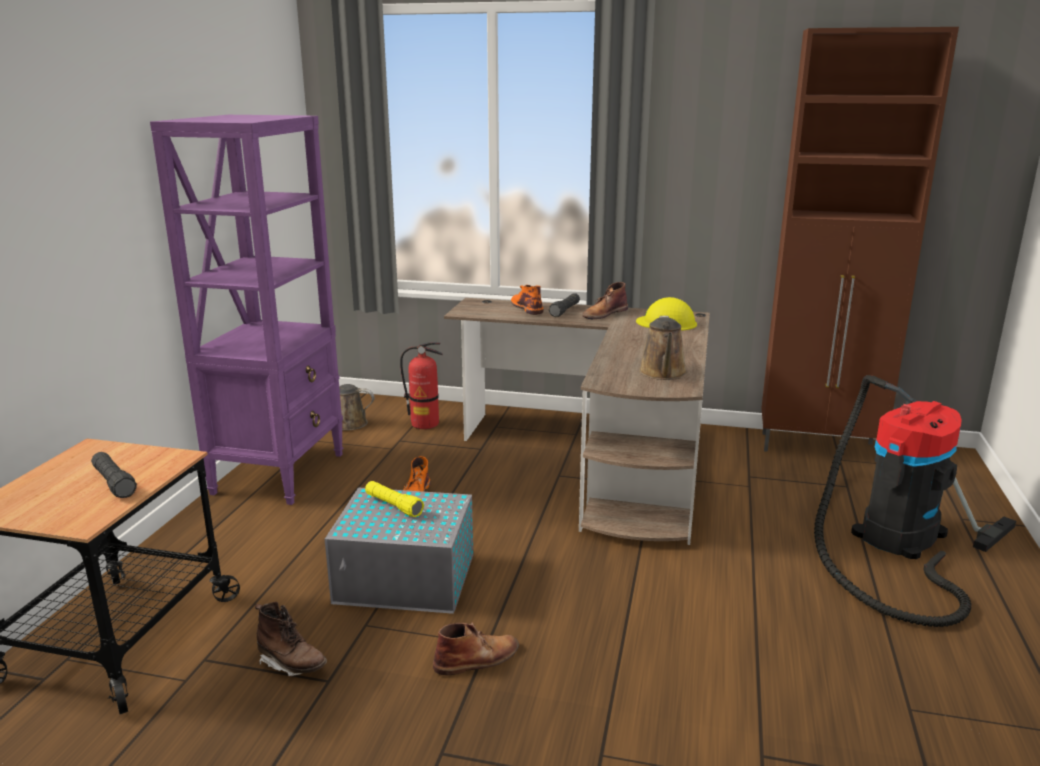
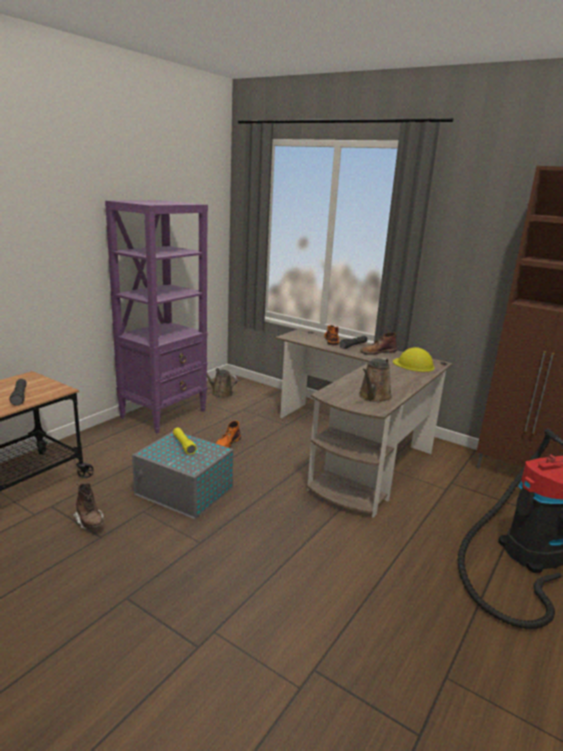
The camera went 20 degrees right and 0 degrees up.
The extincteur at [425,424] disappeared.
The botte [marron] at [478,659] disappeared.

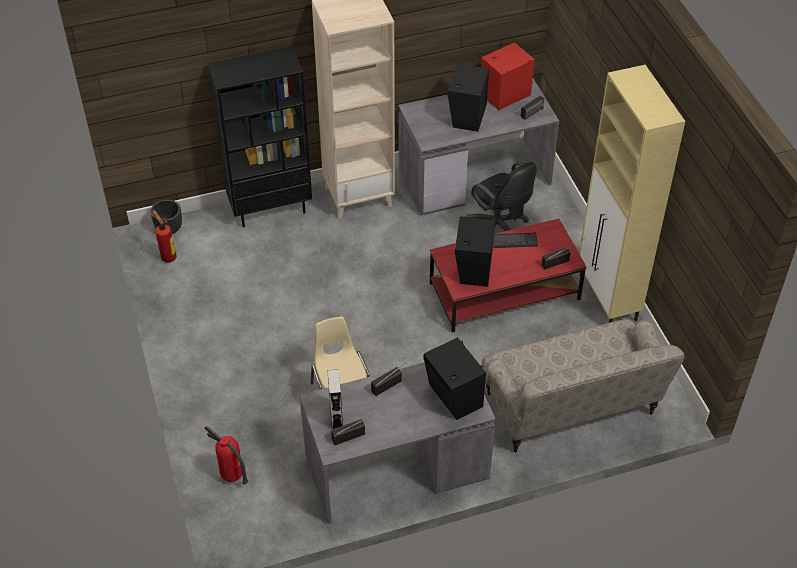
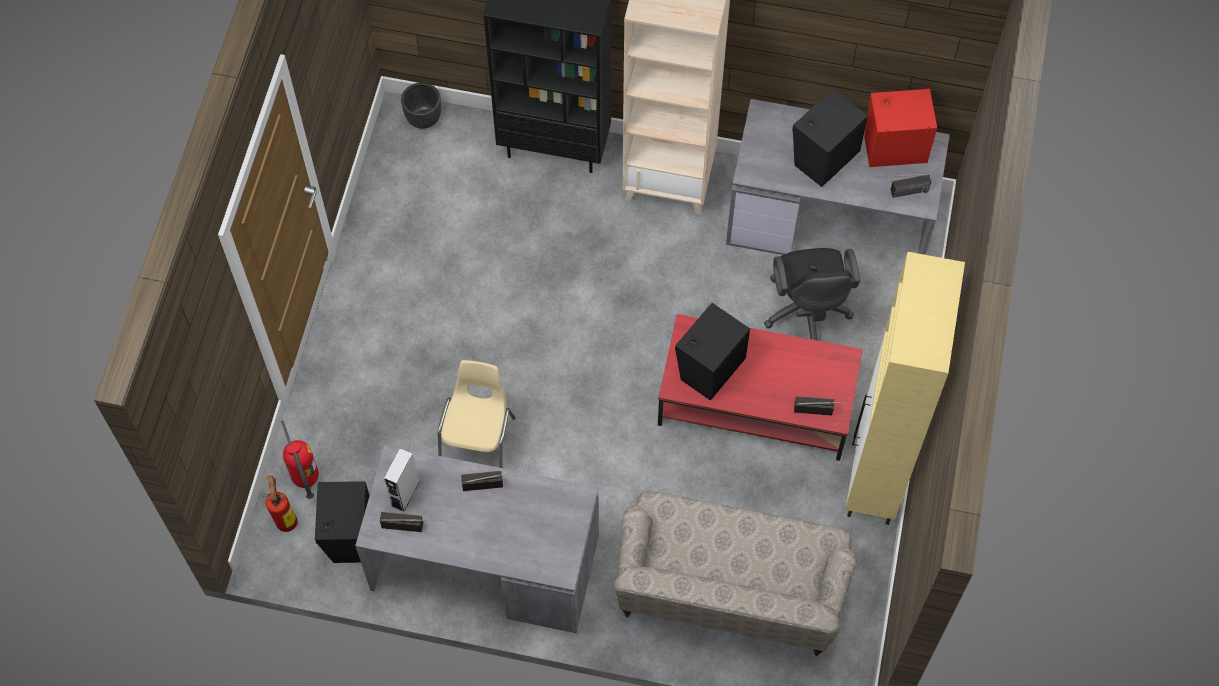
The camera went 30 degrees right and 15 degrees up.
The clavier at [514,241] disappeared.
The extincteur moved from [167,256] to [286,519].
The enceinte [noir] moved from [454,397] to [349,535].

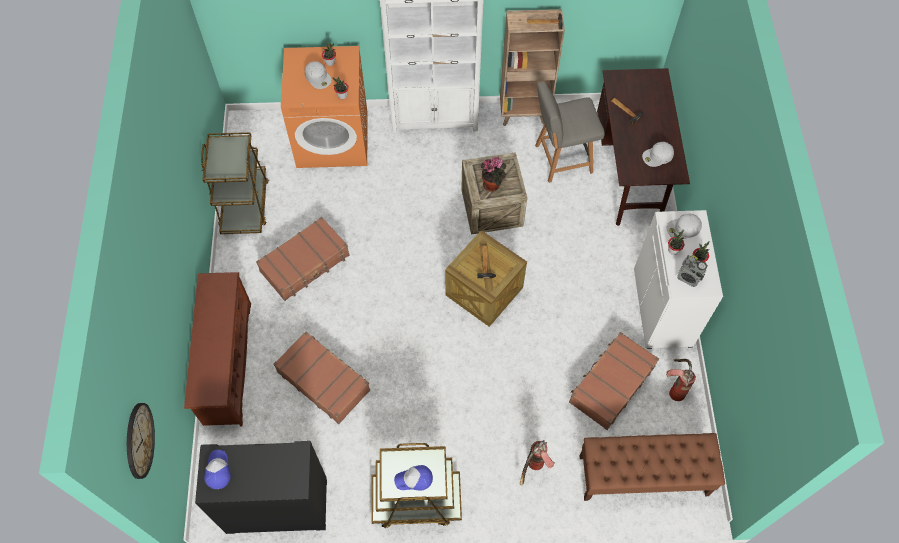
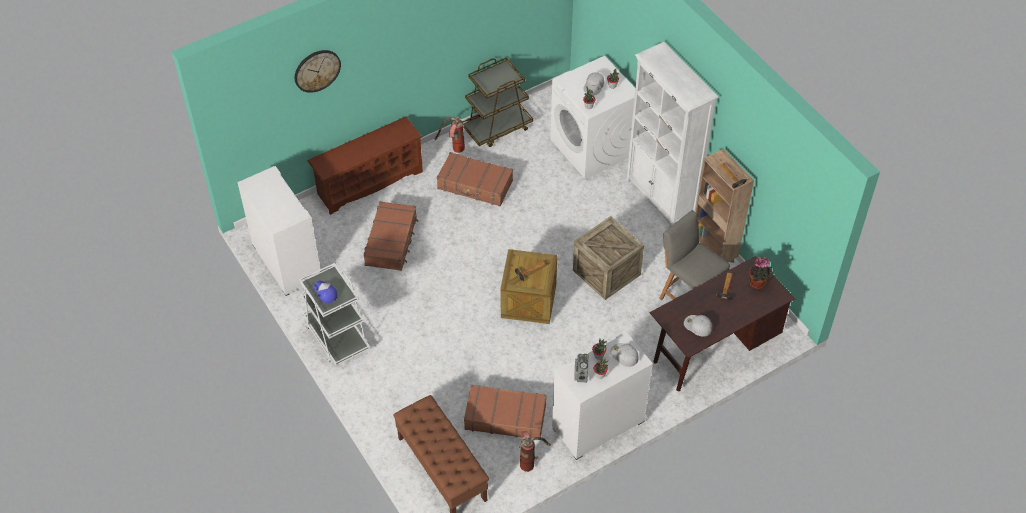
The camera went 60 degrees right and 10 degrees down.
The casquette at [218,470] disappeared.
The horloge murale moved from [139,440] to [317,70].
The plante en pot moved from [493,184] to [758,284].
The extincteur moved from [533,468] to [453,148].
The meuble de rangement [noir] at [276,506] became the meuble de rangement [blanc] at [285,261].
The lave-linge [orange] at [333,139] became the lave-linge [blanc] at [592,148].
The chariot [marron] at [416,500] became the chariot [blanc] at [337,336].

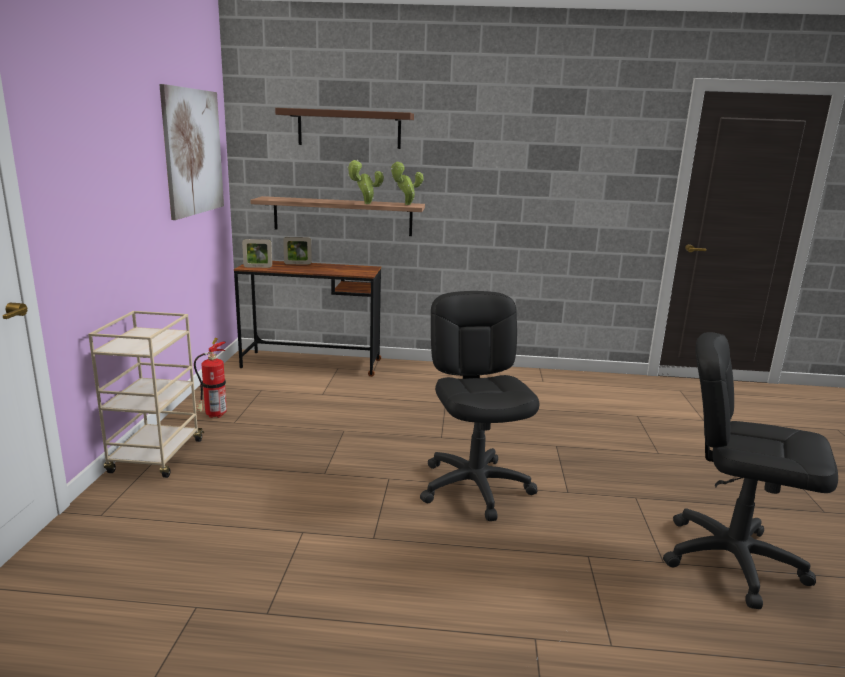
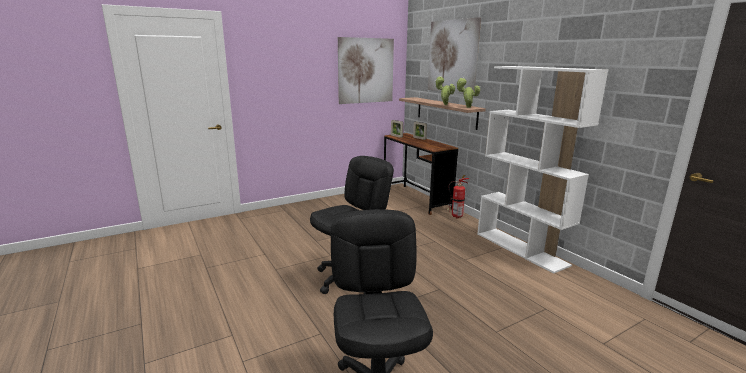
The camera went 55 degrees right and 0 degrees up.
The chariot [beige] at [156,457] disappeared.
The bibliothèque [blanc] at [521,249] appeared.
The extincteur moved from [213,416] to [455,217].
The étagère [marron] at [349,129] was replaced by the tableau at [452,57].

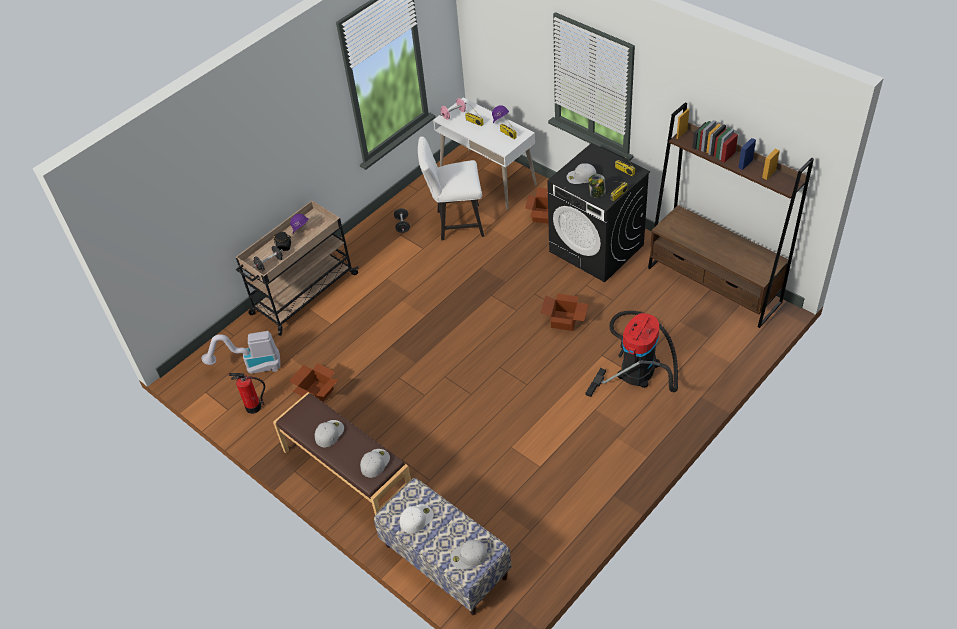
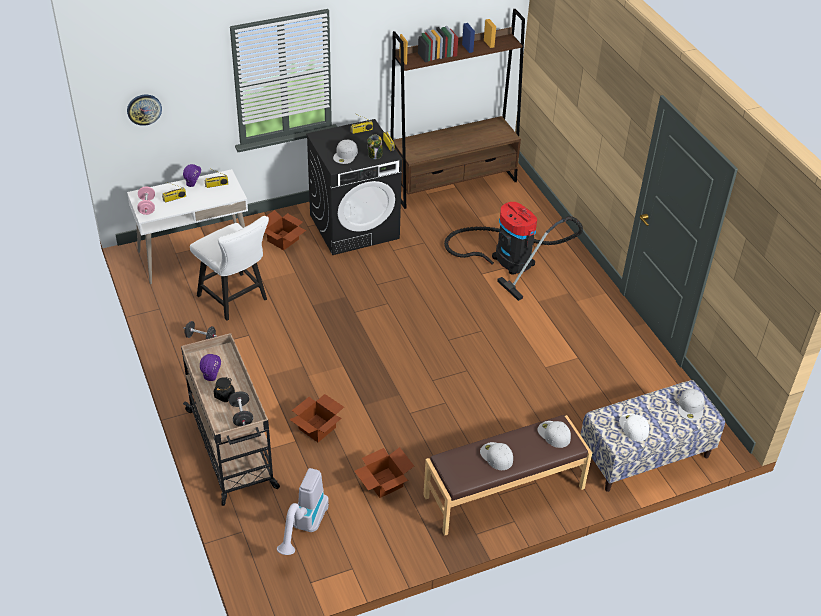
The camera went 70 degrees left and 5 degrees down.
The extincteur at [253,407] disappeared.
The horloge murale at [144,109] appeared.
The carton moved from [565,321] to [318,428].
The chaise [blanc] at [456,223] turned 60 degrees counterclockwise.

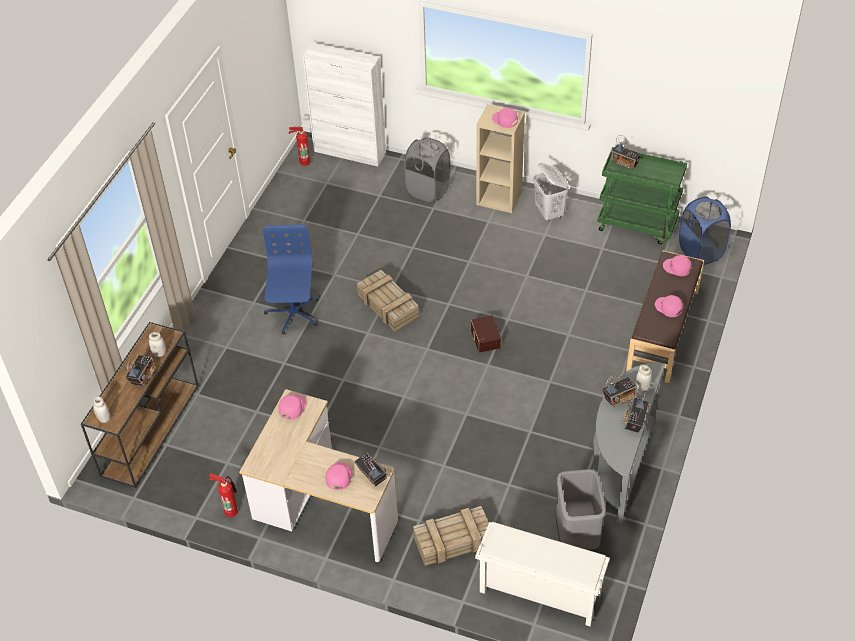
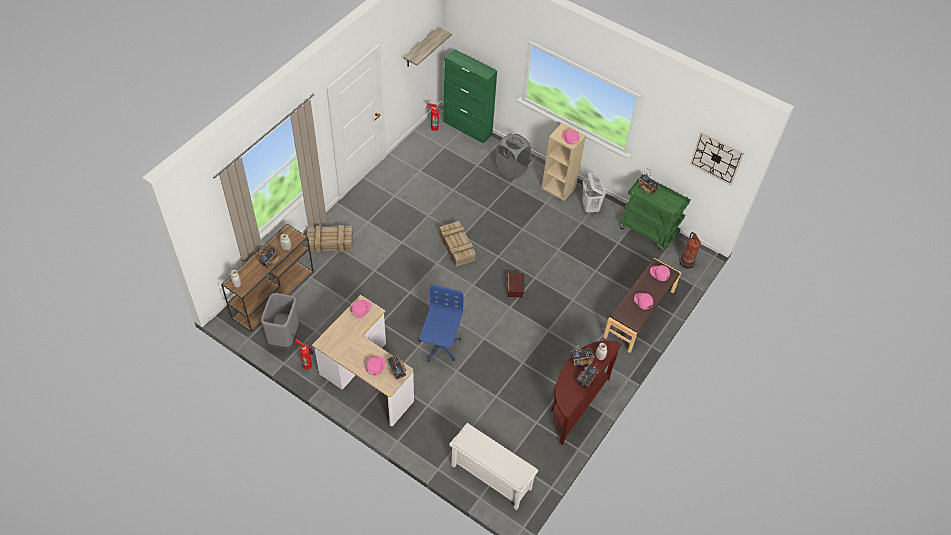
The camera went 10 degrees right and 5 degrees up.
The étagère at [421,48] appeared.
The horloge murale at [716,157] appeared.
The chaise de bureau [bleu] moved from [293,313] to [440,346].
The caisse moved from [454,540] to [331,242].
The poubelle [gris] moved from [576,537] to [284,337].
The panier à linge [bleu] at [701,251] was replaced by the extincteur at [686,262].
The meuble de rangement [blanc] at [350,152] became the meuble de rangement [vert] at [467,128].
The table console [gris] at [619,467] became the table console [marron] at [575,404].

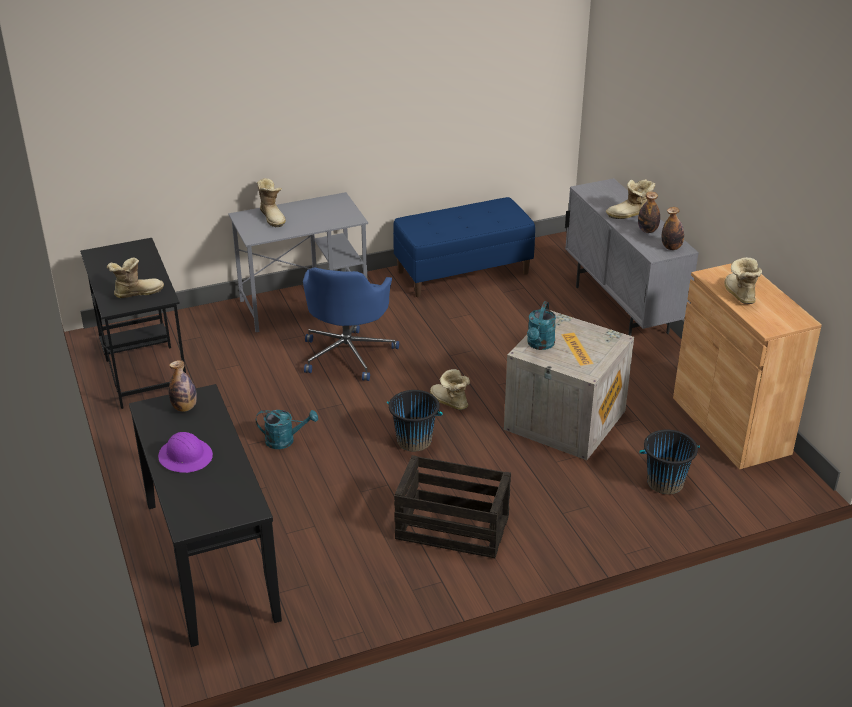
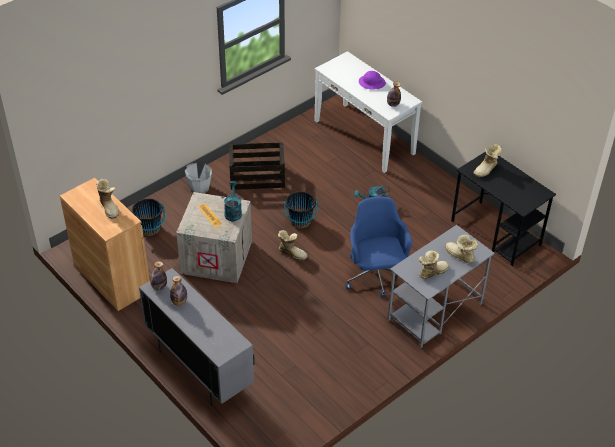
The camera went 160 degrees right and 10 degrees up.
The banc [bleu] at [463,272] disappeared.
The seau [gris] at [199,188] appeared.
The botte moved from [629,215] to [431,272].
The table console [noir] at [210,560] became the table console [blanc] at [364,137].

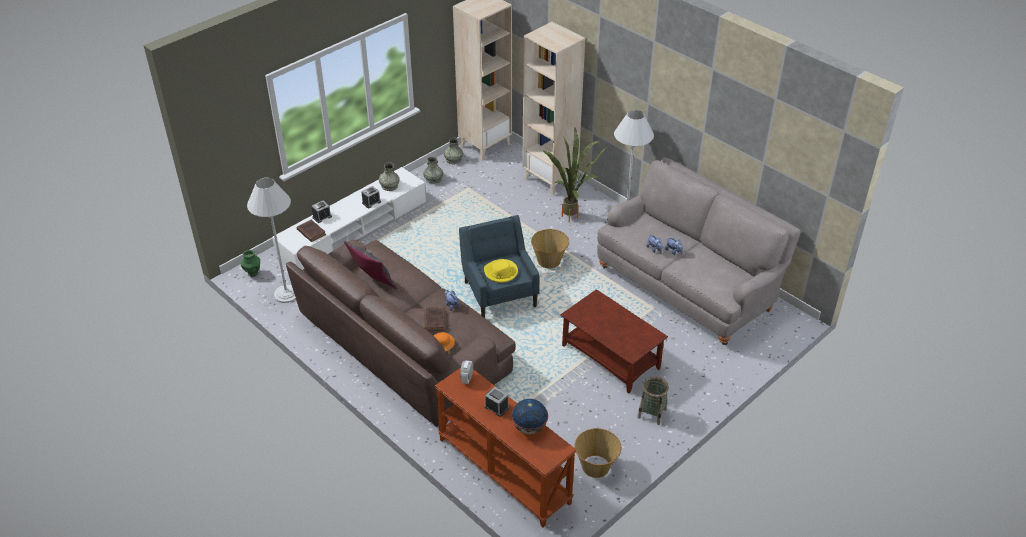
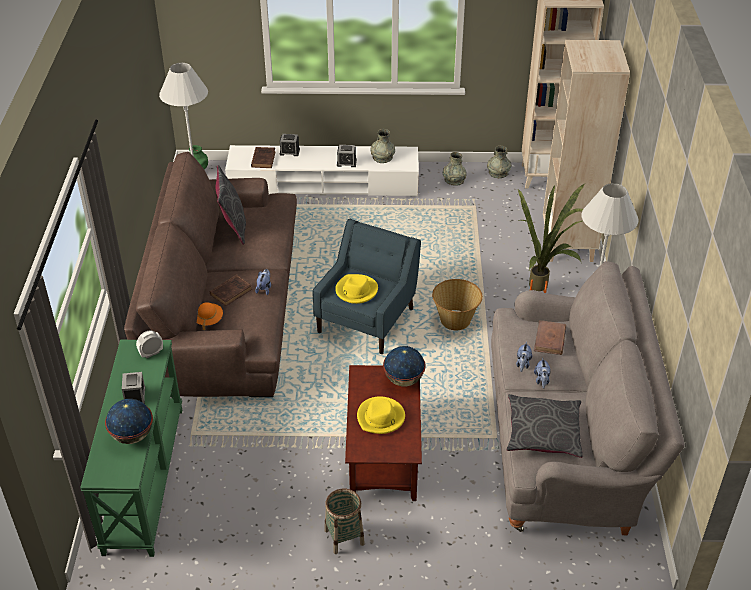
The camera went 45 degrees right and 0 degrees up.
The panier at [596,467] disappeared.
The chapeau [jaune] at [381,417] appeared.
The globe at [404,380] appeared.
The coussin [gris] at [543,432] appeared.
The livre [marron] at [549,339] appeared.
The table console [marron] at [503,471] became the table console [vert] at [143,478].

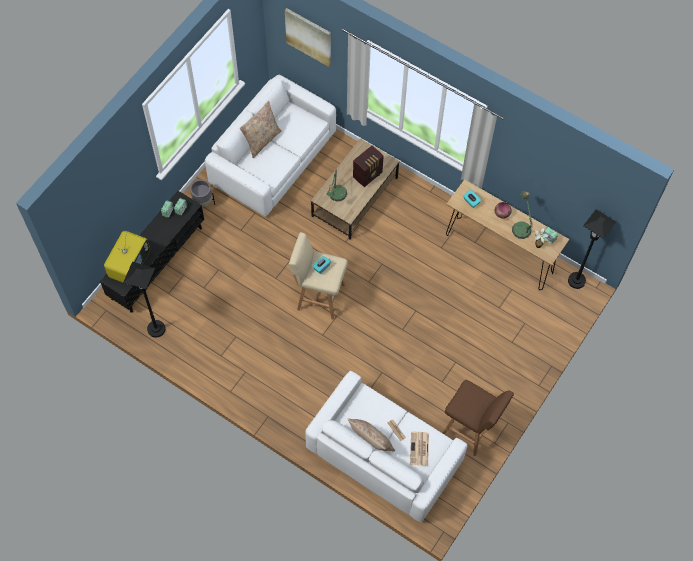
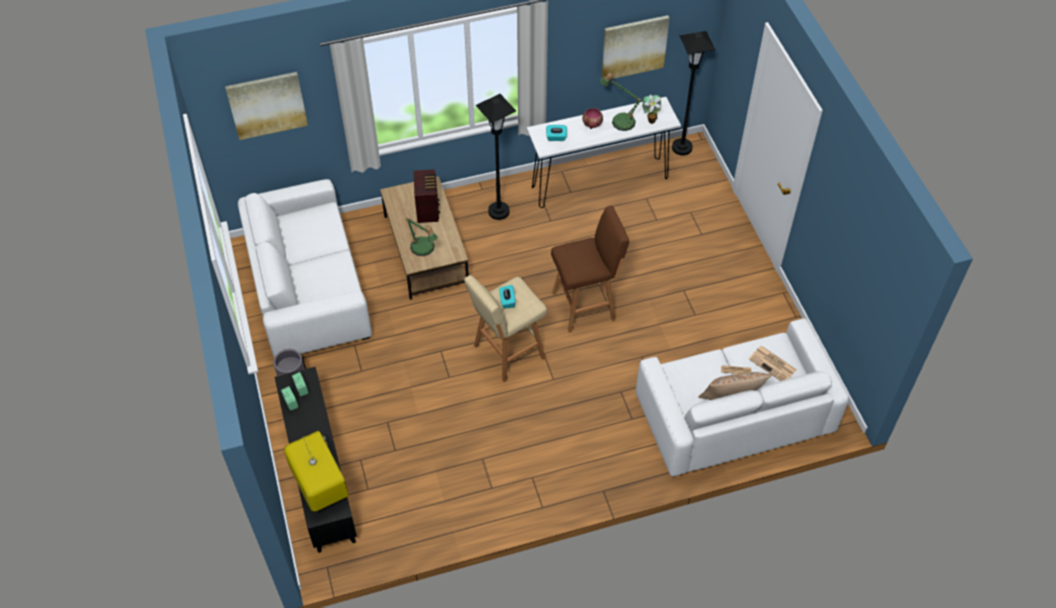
The camera went 50 degrees left and 10 degrees down.
The coussin [beige] at [261,140] disappeared.
The tableau at [634,47] appeared.
The lampadaire [noir] moved from [156,329] to [498,211].
The tabouret [marron] moved from [470,429] to [586,305].
The table console [marron] at [499,253] became the table console [blanc] at [600,182].

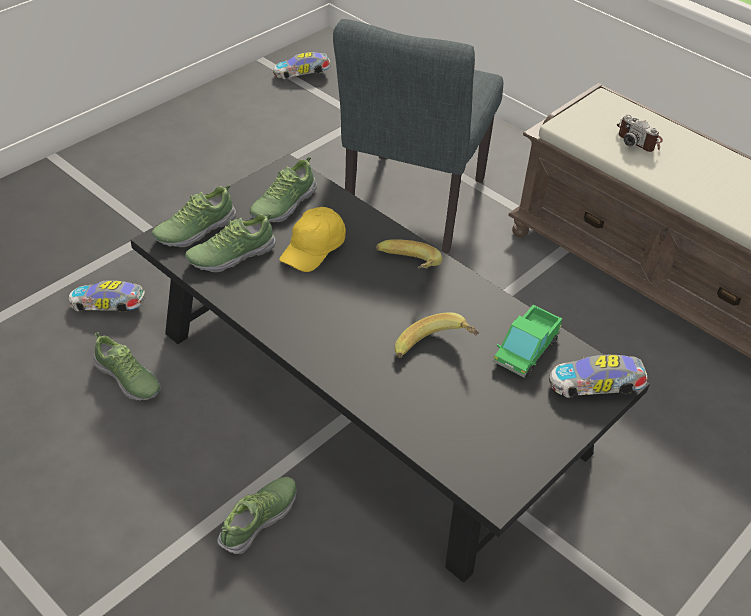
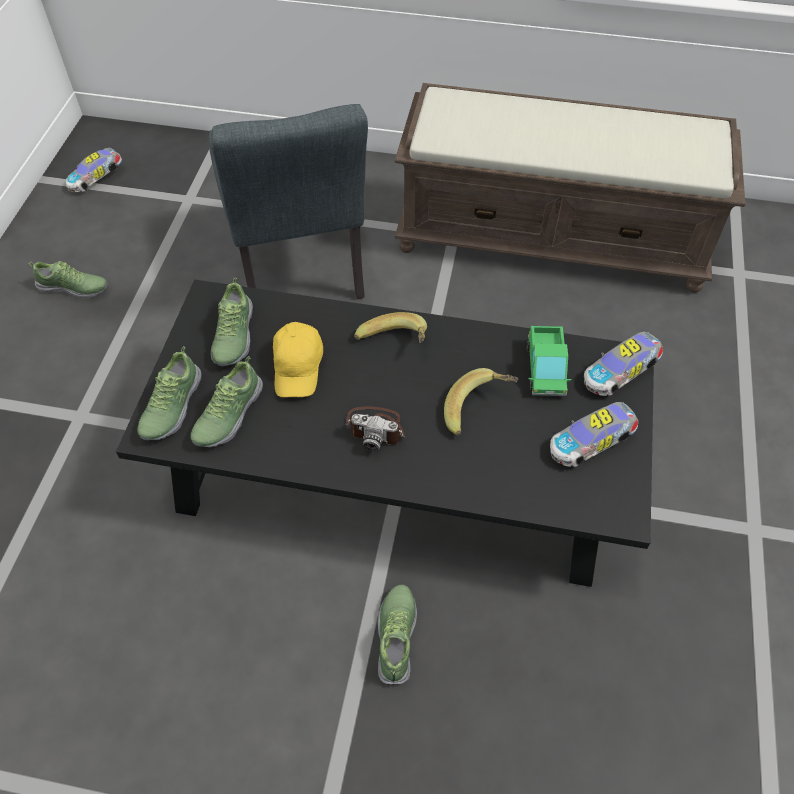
The camera went 30 degrees left and 10 degrees up.
The petite voiture moved from [110,306] to [591,441].
The chaussure moved from [128,379] to [74,288].
The appareil photo moved from [639,139] to [376,428].

